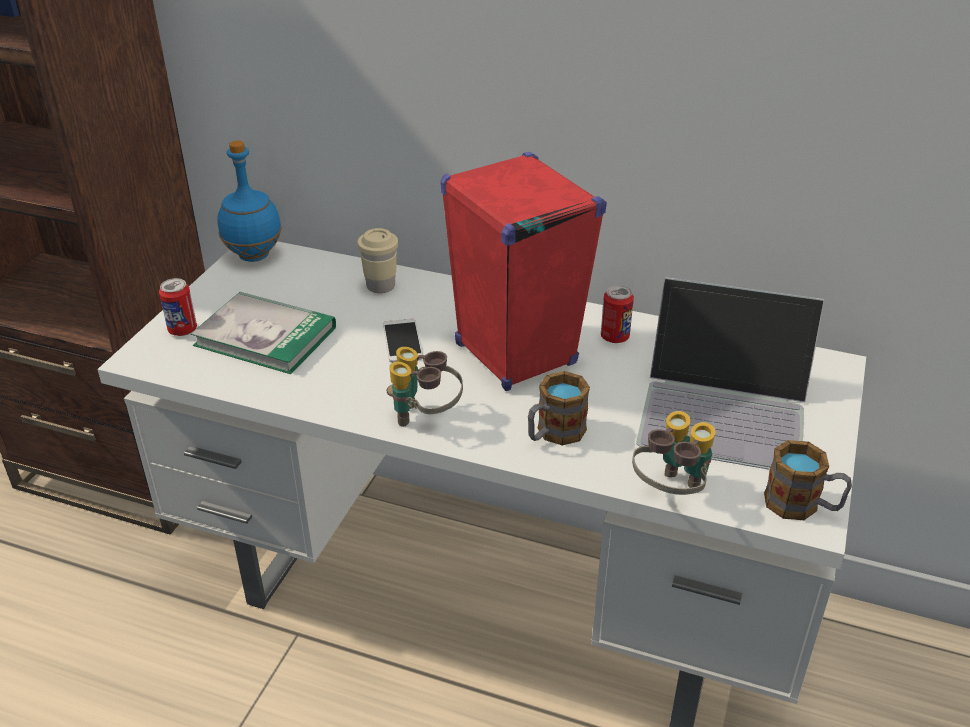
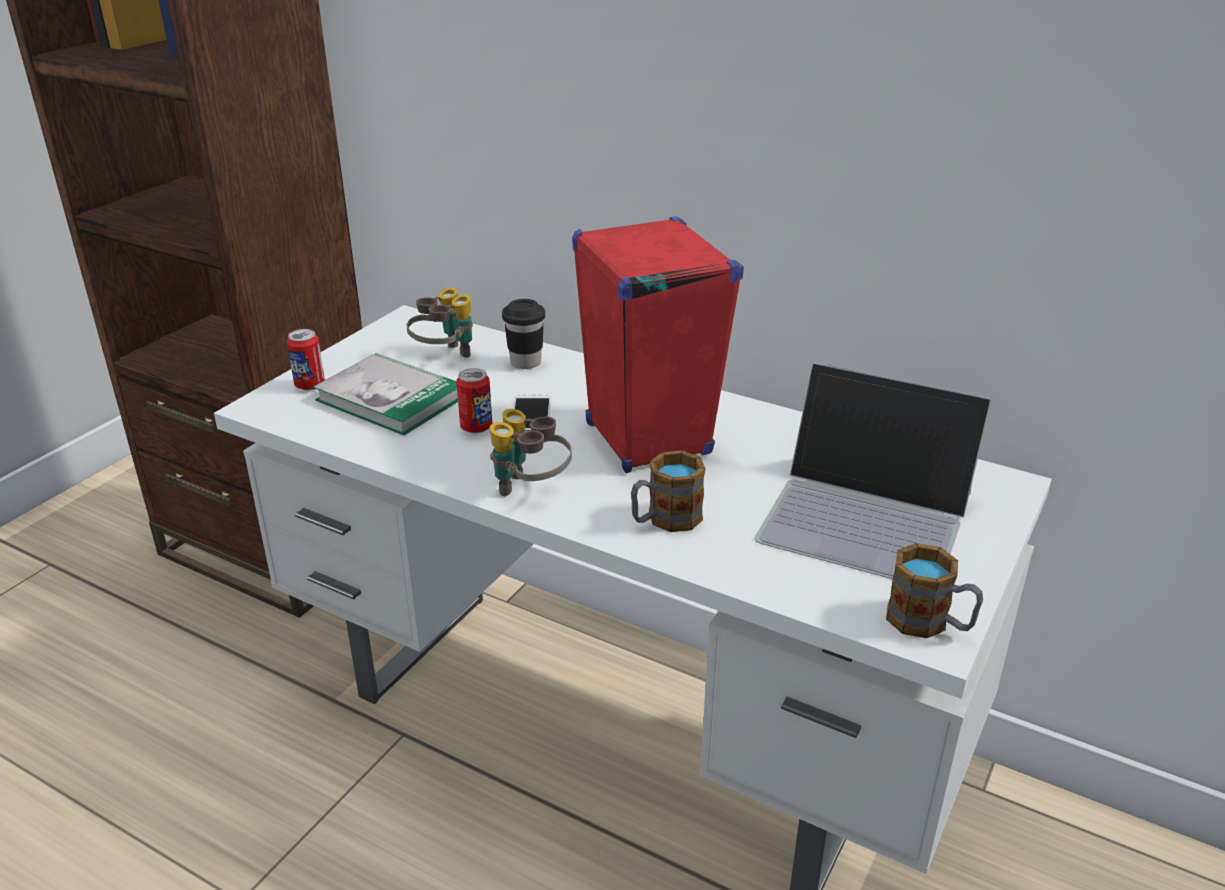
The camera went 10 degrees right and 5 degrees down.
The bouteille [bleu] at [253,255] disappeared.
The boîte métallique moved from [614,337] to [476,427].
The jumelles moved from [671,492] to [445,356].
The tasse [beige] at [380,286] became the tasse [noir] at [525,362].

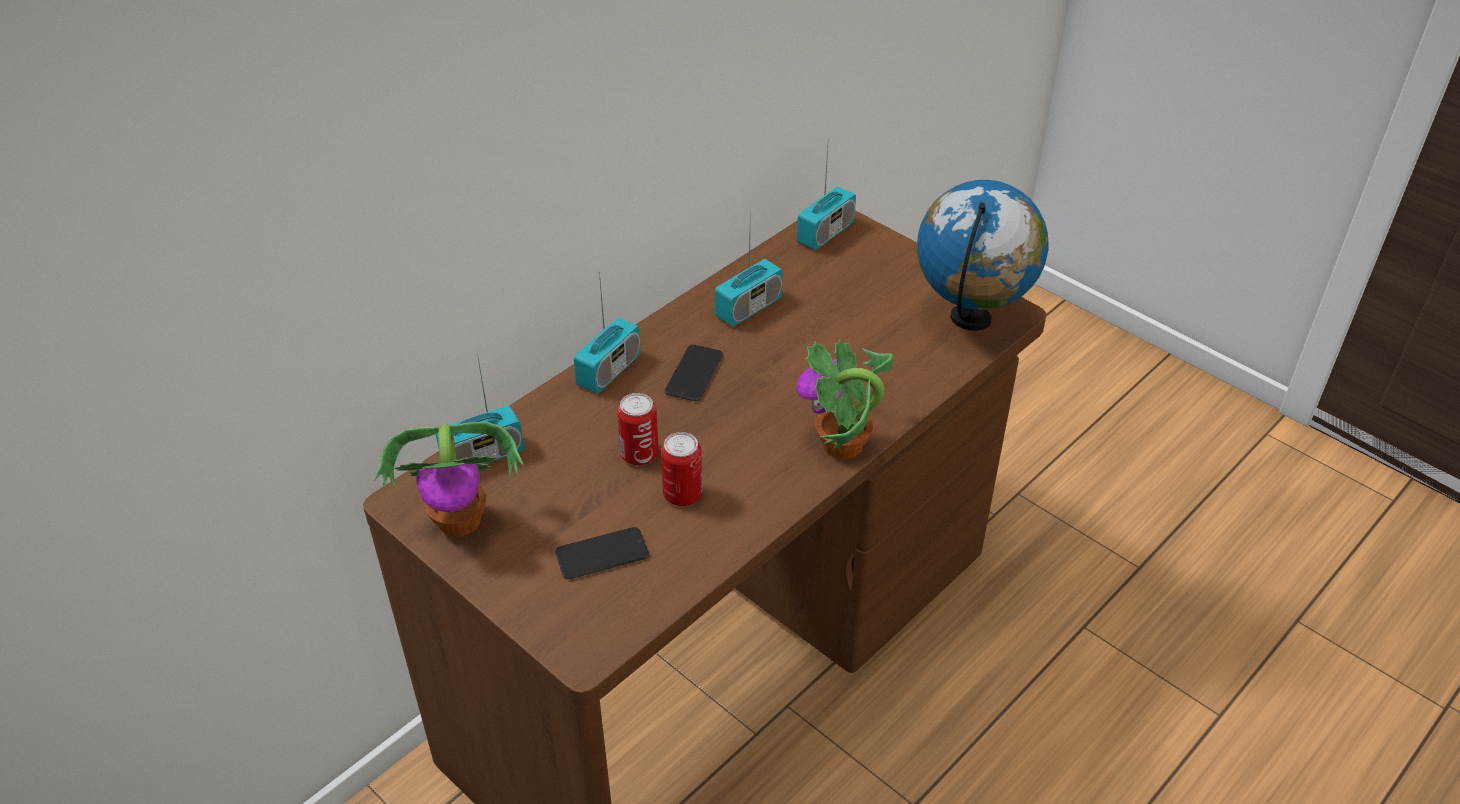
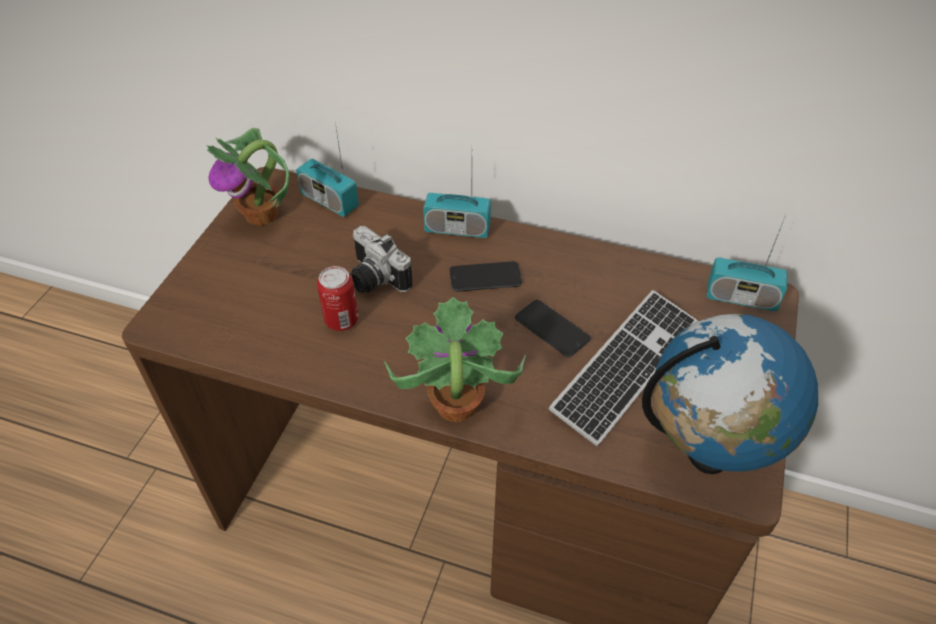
The camera went 65 degrees right and 5 degrees up.
The radio at [748,308] disappeared.
The clavier at [625,367] appeared.
The téléphone moved from [602,554] to [552,329].
The boîte métallique at [639,454] was replaced by the appareil photo at [373,279].

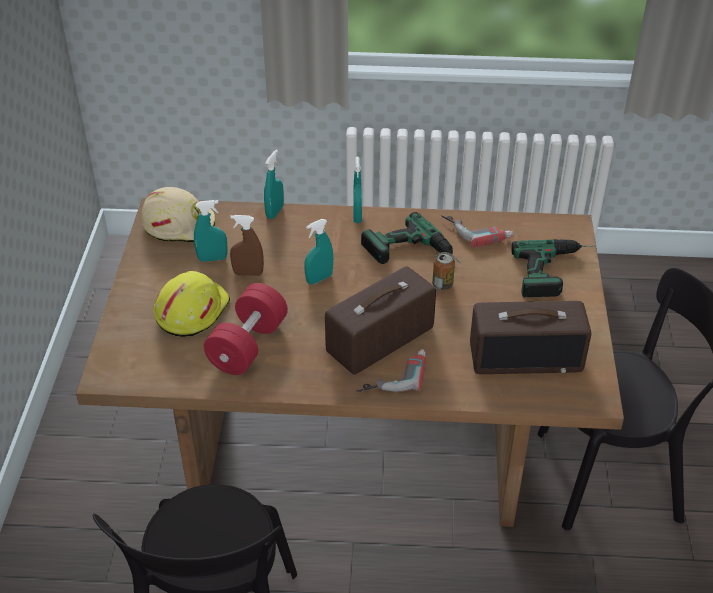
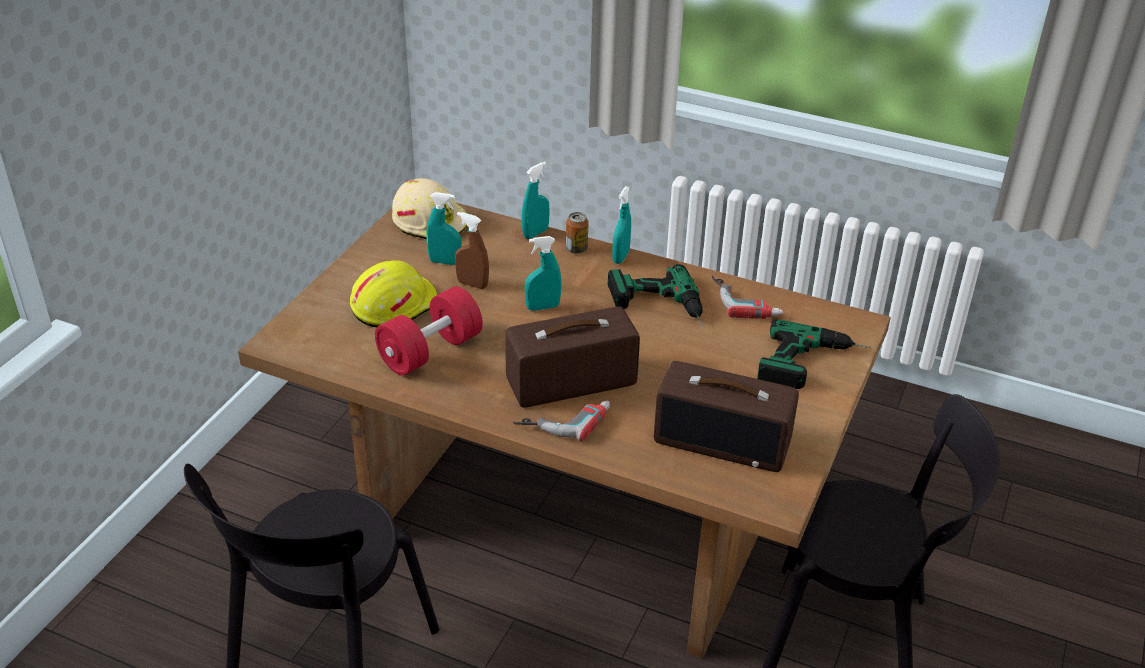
The camera went 20 degrees right and 5 degrees down.
The boîte métallique moved from [442,284] to [576,249].

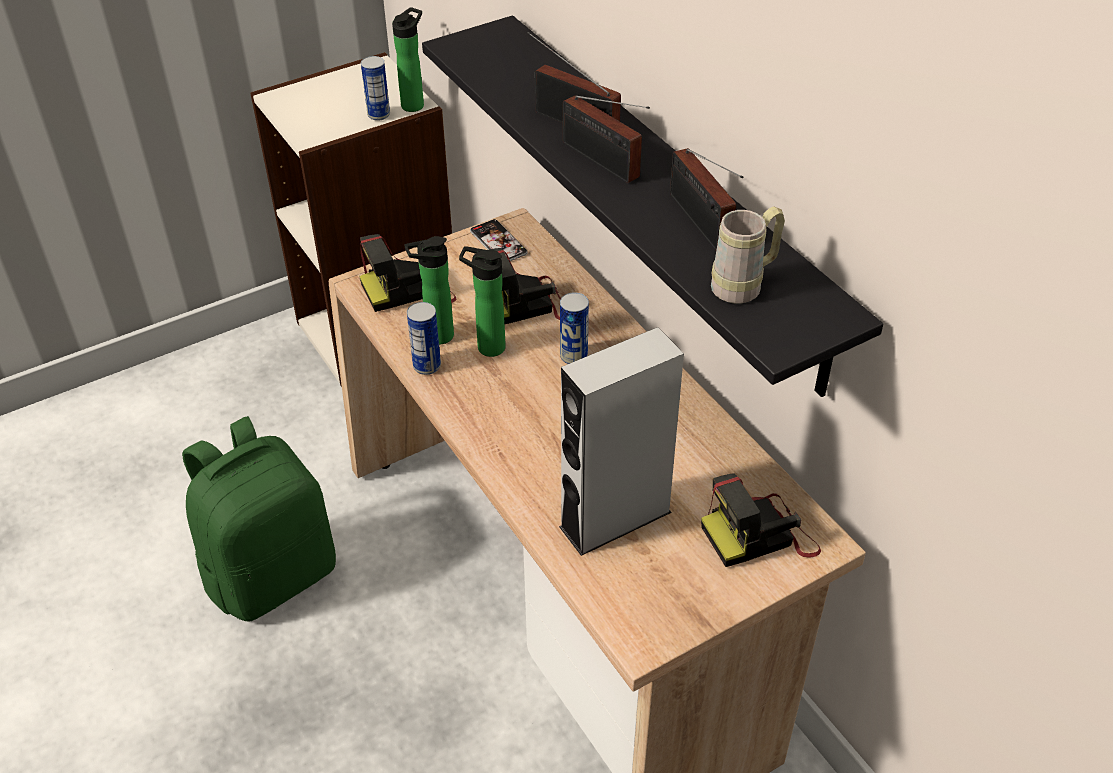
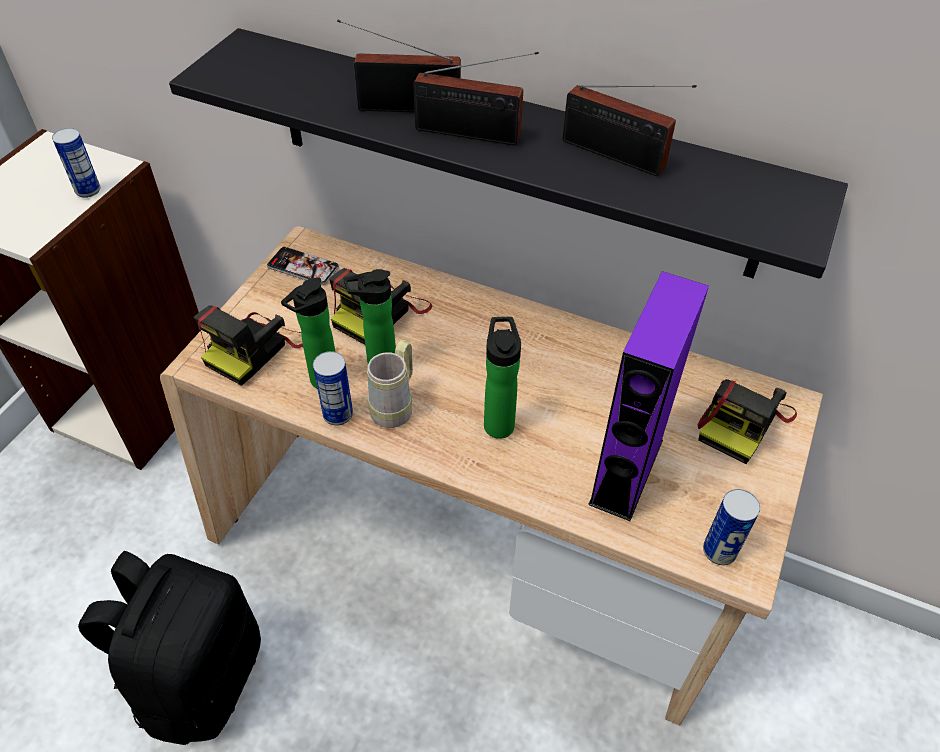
The camera went 35 degrees left and 5 degrees up.
The bouteille moved from [414,104] to [498,422].
The boîte métallique moved from [573,356] to [719,551].
The mug [beige] moved from [744,285] to [396,406].
The sac à dos [vert] at [272,573] became the sac à dos [noir] at [200,678].
The enceinte [gris] at [615,519] became the enceinte [violet] at [626,471].

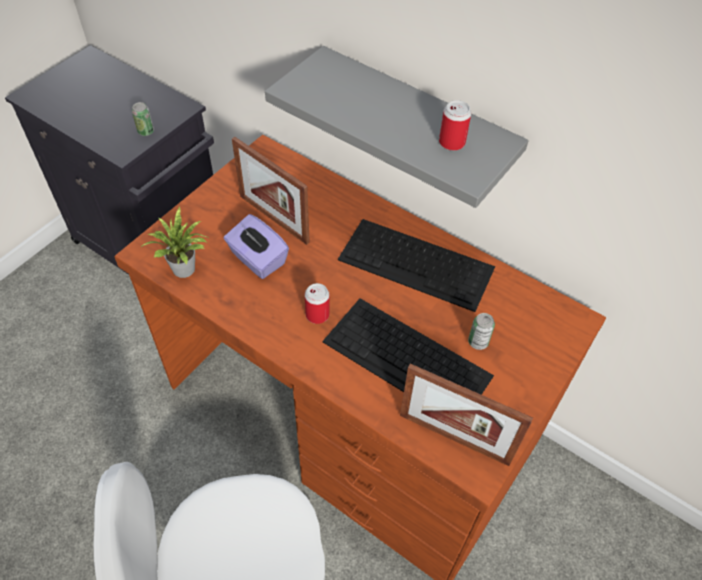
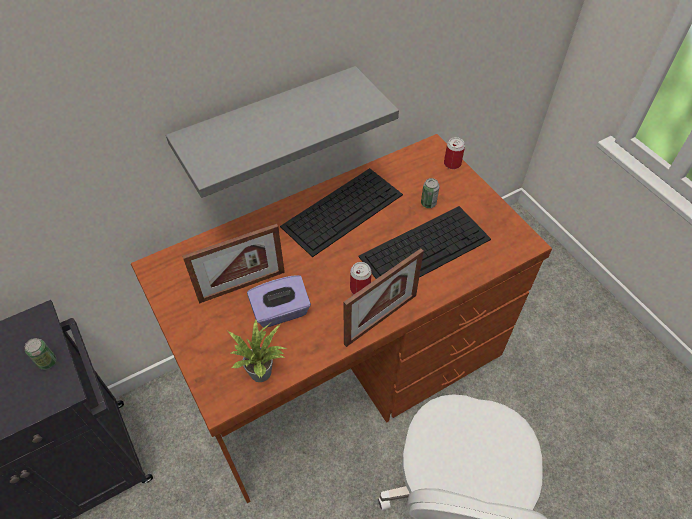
The camera went 65 degrees left and 0 degrees up.
The cadre photo moved from [454,438] to [380,319].
The boîte métallique moved from [452,142] to [452,163].

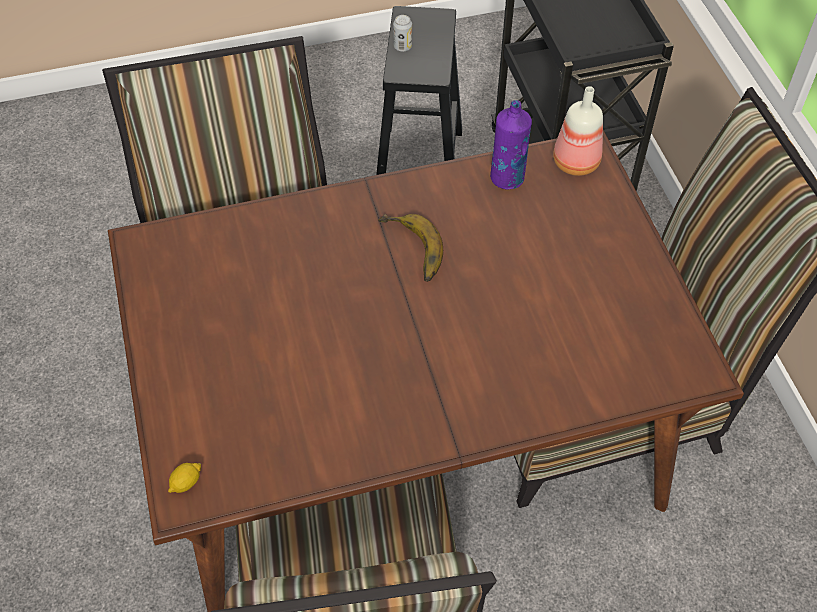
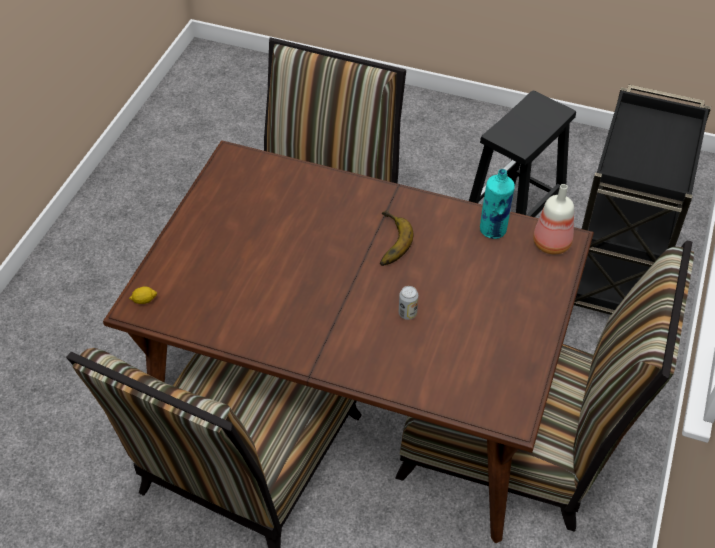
The camera went 35 degrees right and 5 degrees down.
The boîte métallique moved from [402,47] to [407,313].
The bouteille [violet] at [507,178] became the bouteille [turquoise] at [493,230].

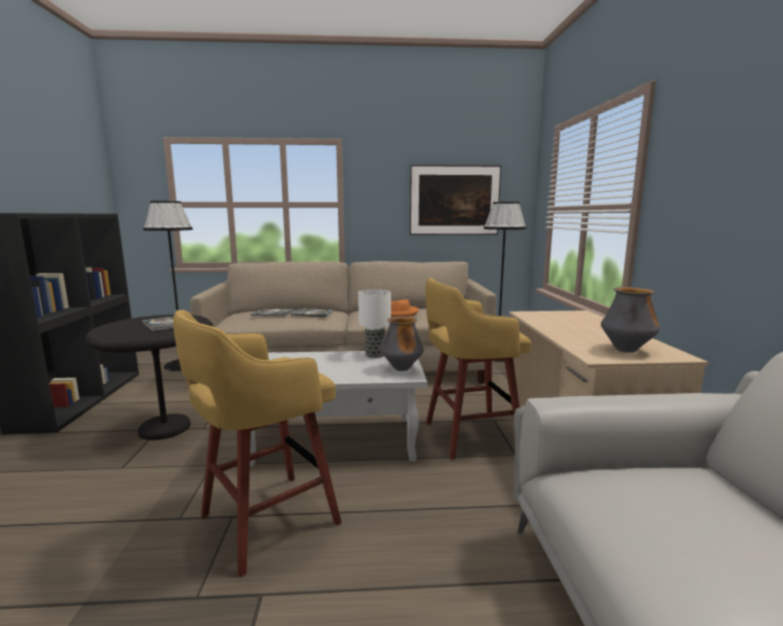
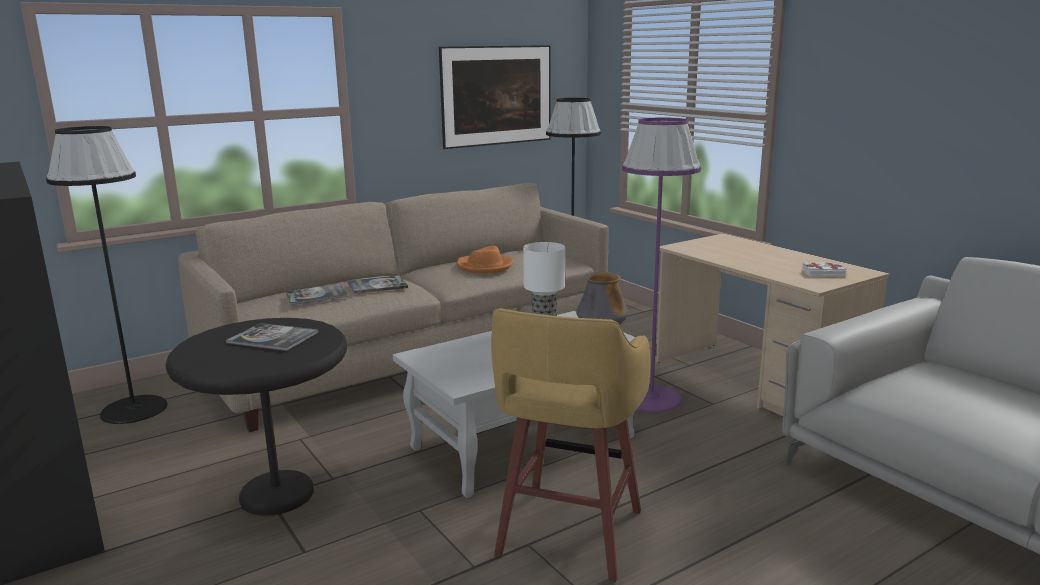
The camera went 30 degrees left and 5 degrees up.
The tabouret [jaune] at [468,435] was replaced by the lampadaire [violet] at [650,398].
The vase at [626,350] was replaced by the livre [blanc] at [823,273].

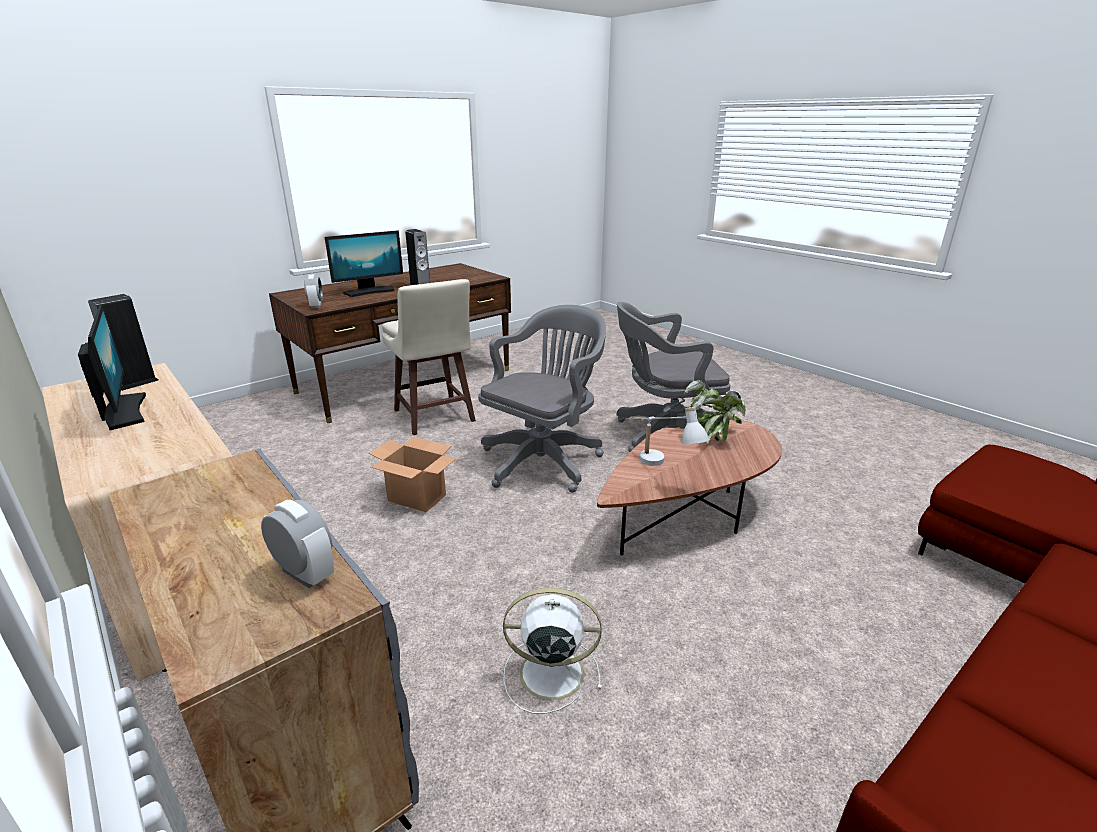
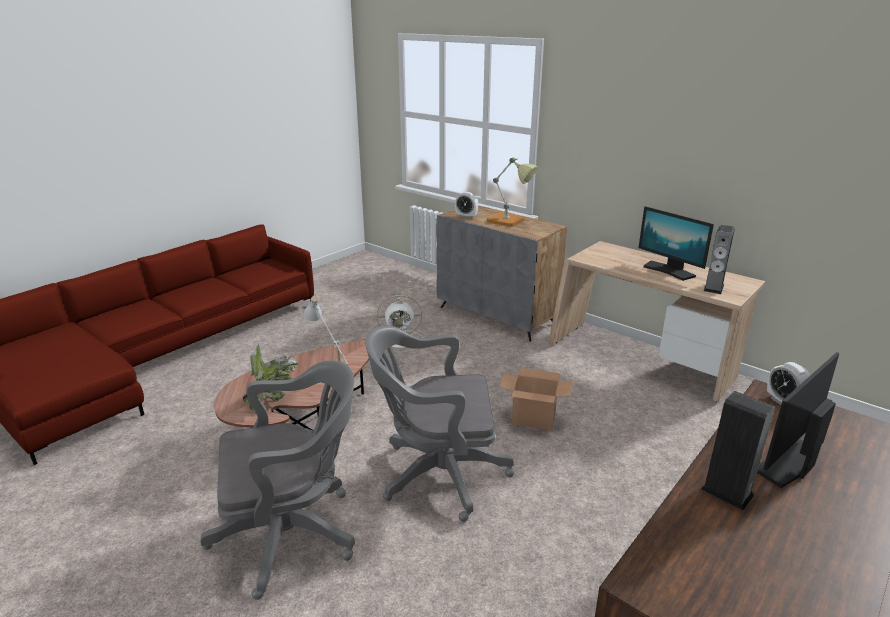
The camera went 170 degrees right and 0 degrees up.
The tabouret [beige] at [434,417] disappeared.
The lampe de table at [510,221] appeared.
The chaise de bureau [gris] at [545,460] turned 60 degrees clockwise.

